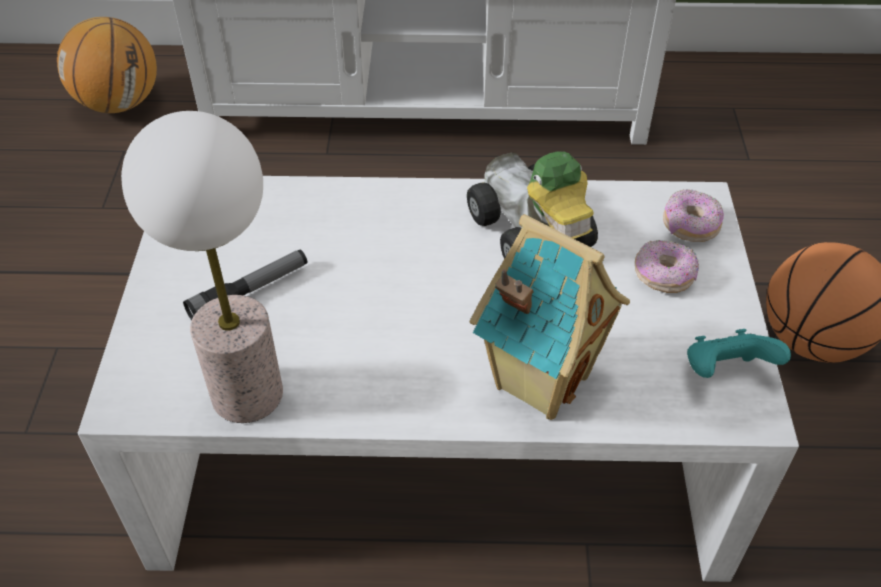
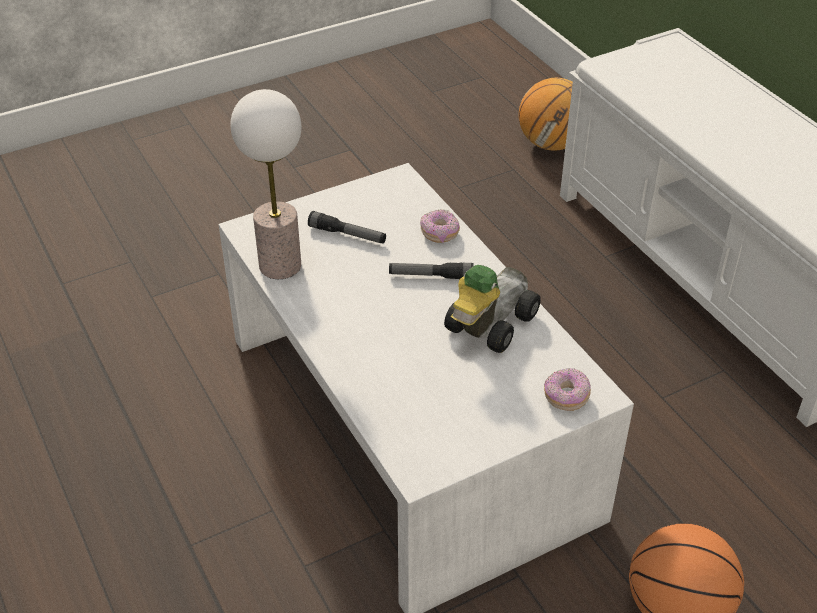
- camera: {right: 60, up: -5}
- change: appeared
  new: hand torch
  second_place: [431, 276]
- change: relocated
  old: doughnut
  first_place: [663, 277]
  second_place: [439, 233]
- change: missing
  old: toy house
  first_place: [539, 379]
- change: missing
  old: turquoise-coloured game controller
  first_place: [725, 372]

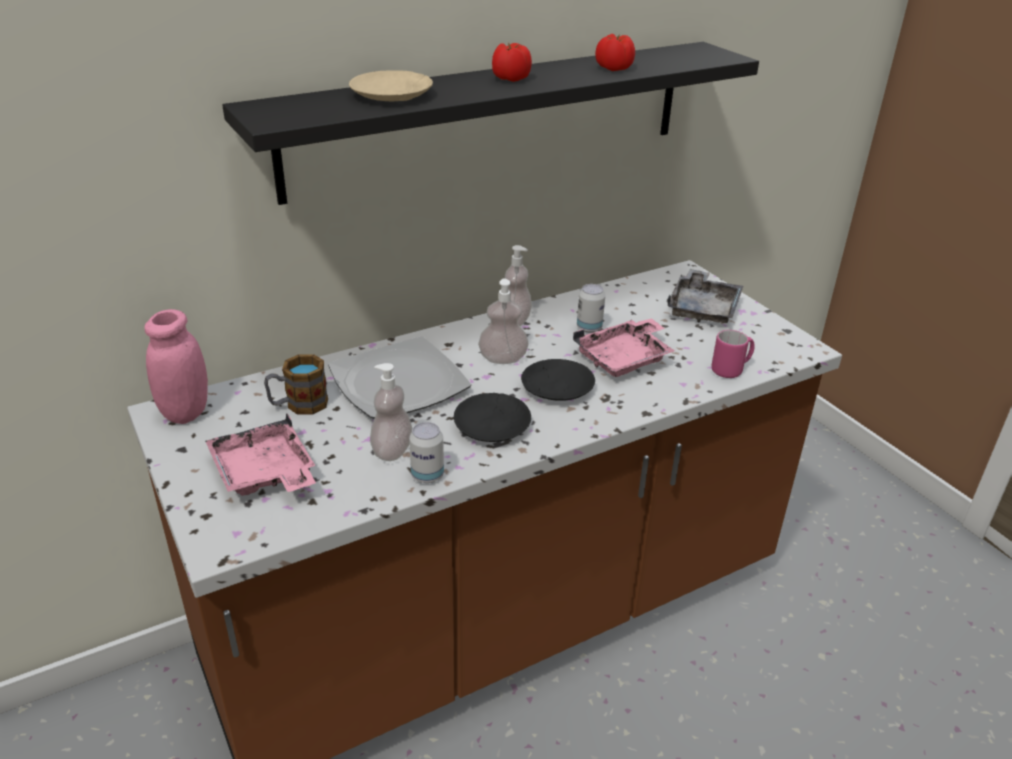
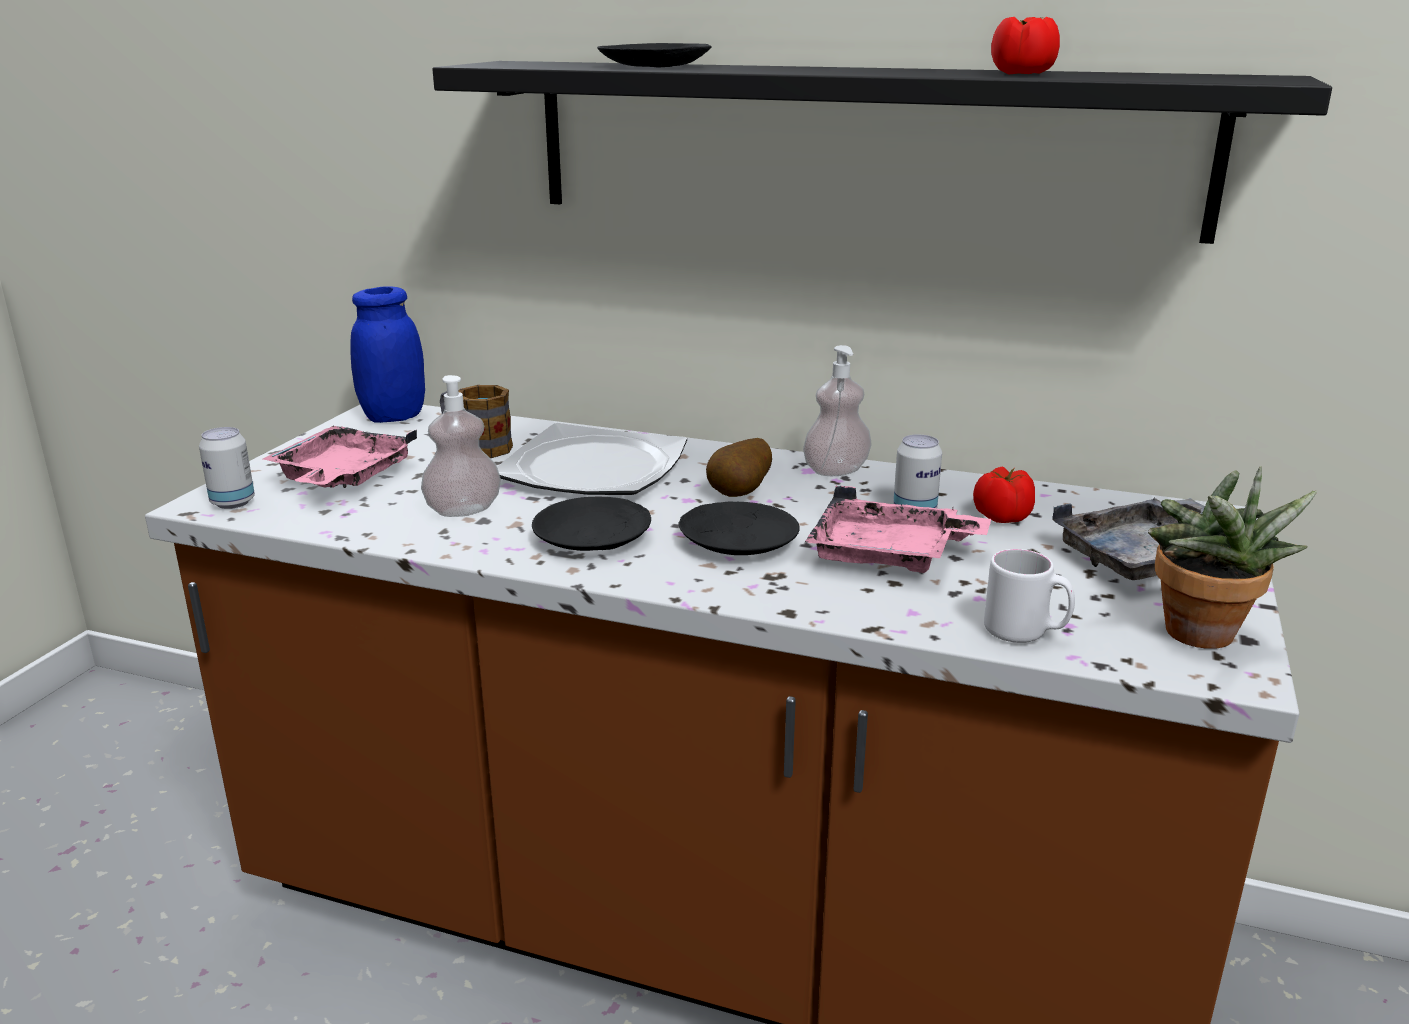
- camera: {right: 50, up: -10}
- change: relocated
  old: metal can
  first_place: [427, 475]
  second_place: [233, 502]
- change: colour
  old: pinkish preserve jar
  new: blue preserve jar
  first_place: [186, 412]
  second_place: [394, 416]
- change: colour
  old: beige-coloured plate
  new: black plate
  first_place: [392, 95]
  second_place: [655, 66]
- change: exchanged
  old: soap dispenser
  new: potato
  first_place: [503, 359]
  second_place: [741, 494]
- change: relocated
  old: fresh tomato
  first_place: [510, 79]
  second_place: [1001, 517]
- change: colour
  old: pinkish coffee mug
  new: whitish coffee mug
  first_place: [731, 370]
  second_place: [1025, 633]
- change: appeared
  new: plant in a pot
  second_place: [1202, 638]

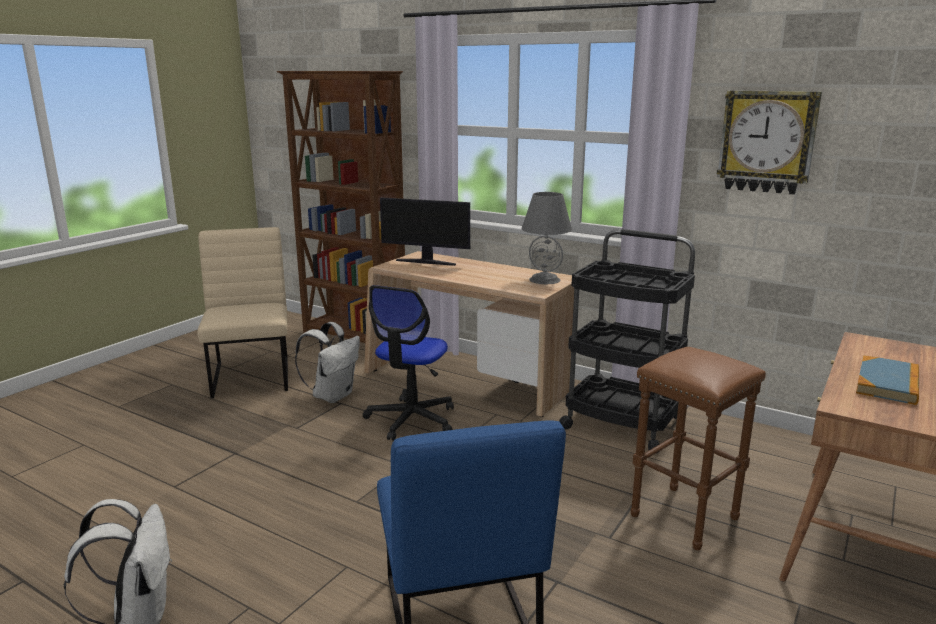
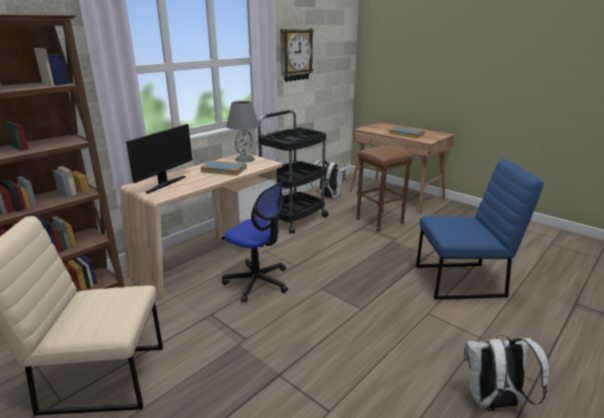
- camera: {right: -80, up: 5}
- change: appeared
  new: volume
  second_place: [224, 170]
- change: relocated
  old: whitish backpack
  first_place: [333, 395]
  second_place: [328, 197]

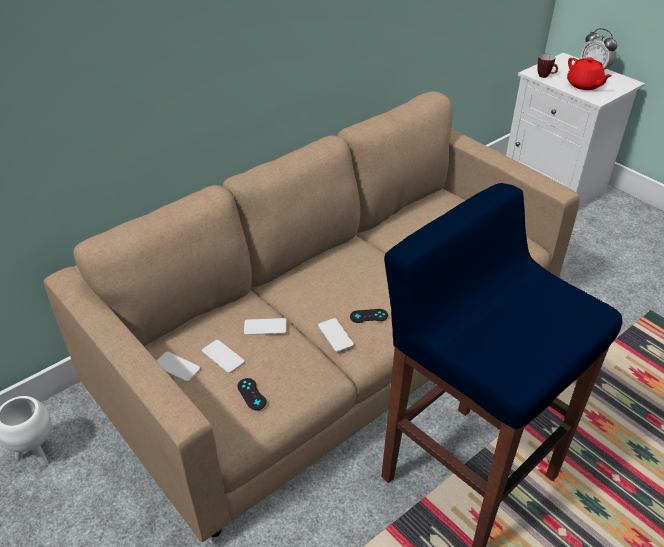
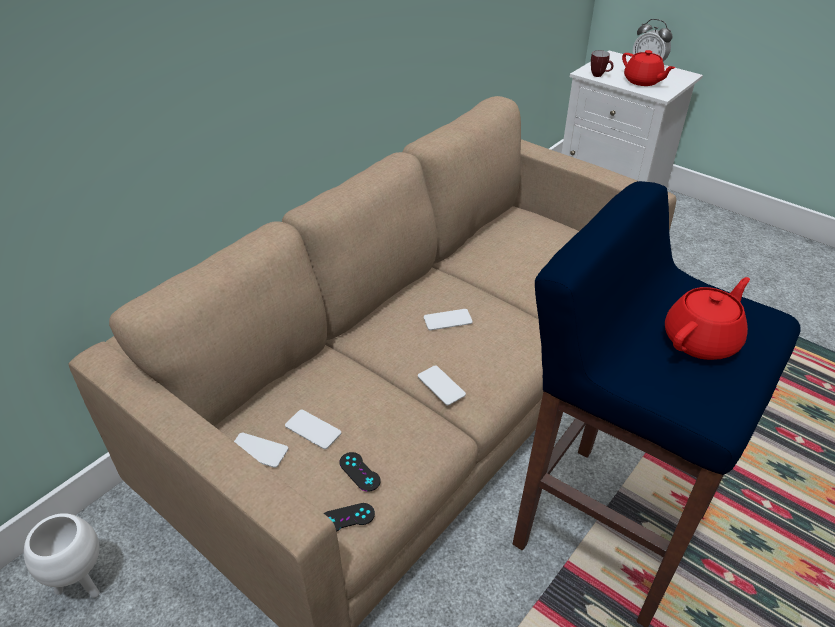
- camera: {right: -10, up: 0}
- change: relocated
  old: black game controller
  first_place: [369, 316]
  second_place: [347, 518]
- change: relocated
  old: phone
  first_place: [265, 327]
  second_place: [447, 320]
- change: appeared
  new: red pot for tea
  second_place: [702, 340]

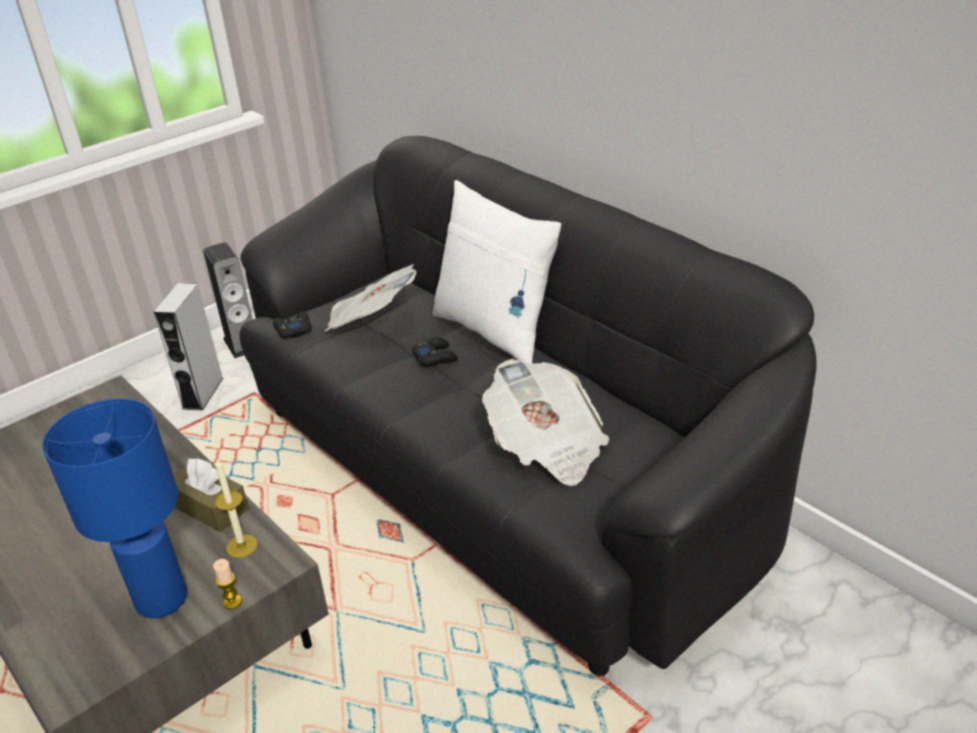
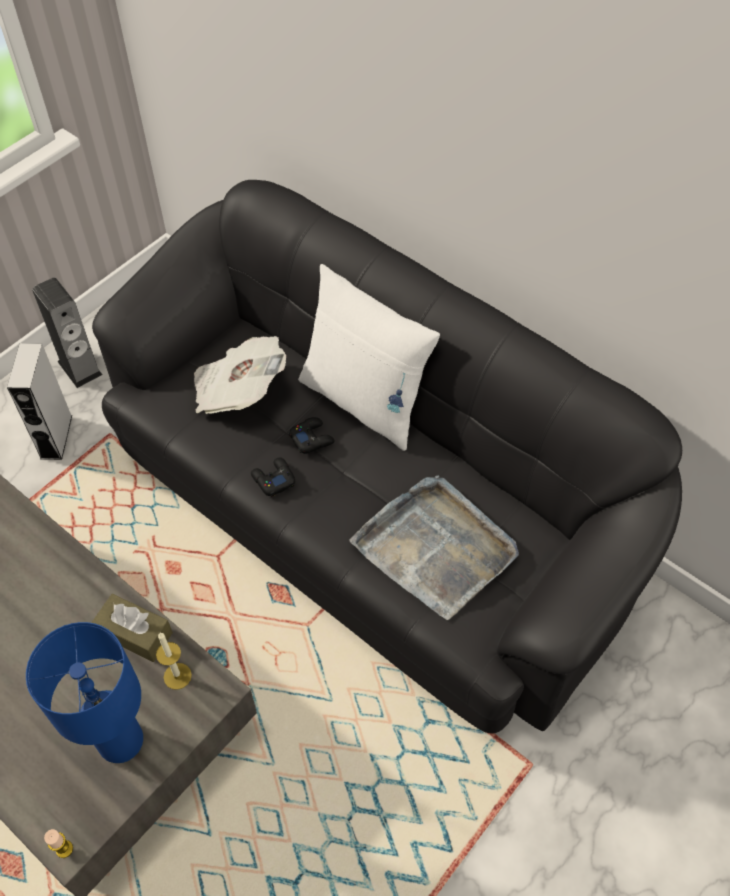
- camera: {right: -10, up: 20}
- change: relocated
  old: candle
  first_place: [232, 602]
  second_place: [64, 849]
- change: relocated
  old: black game controller
  first_place: [293, 330]
  second_place: [273, 479]
- change: exchanged
  old: newspaper
  new: grey tray
  first_place: [547, 446]
  second_place: [435, 548]

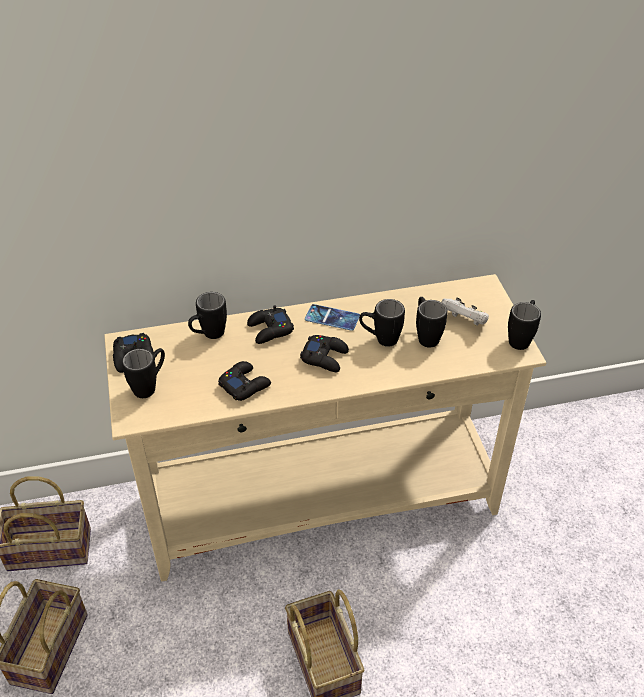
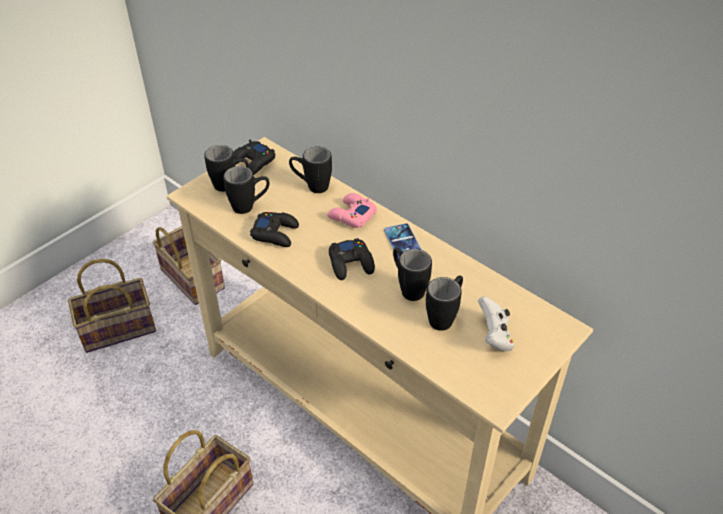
- camera: {right: 55, up: 0}
- change: relocated
  old: black coffee mug
  first_place: [521, 338]
  second_place: [250, 206]
- change: colour
  old: black game controller
  new: pinkish game controller
  first_place: [270, 330]
  second_place: [351, 215]

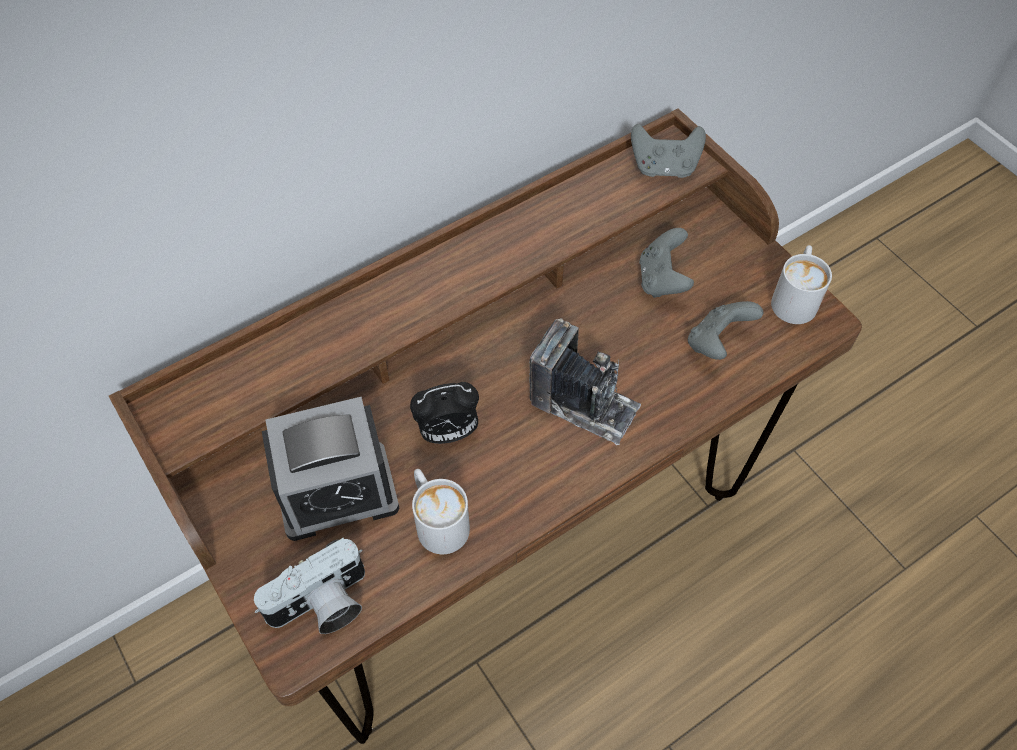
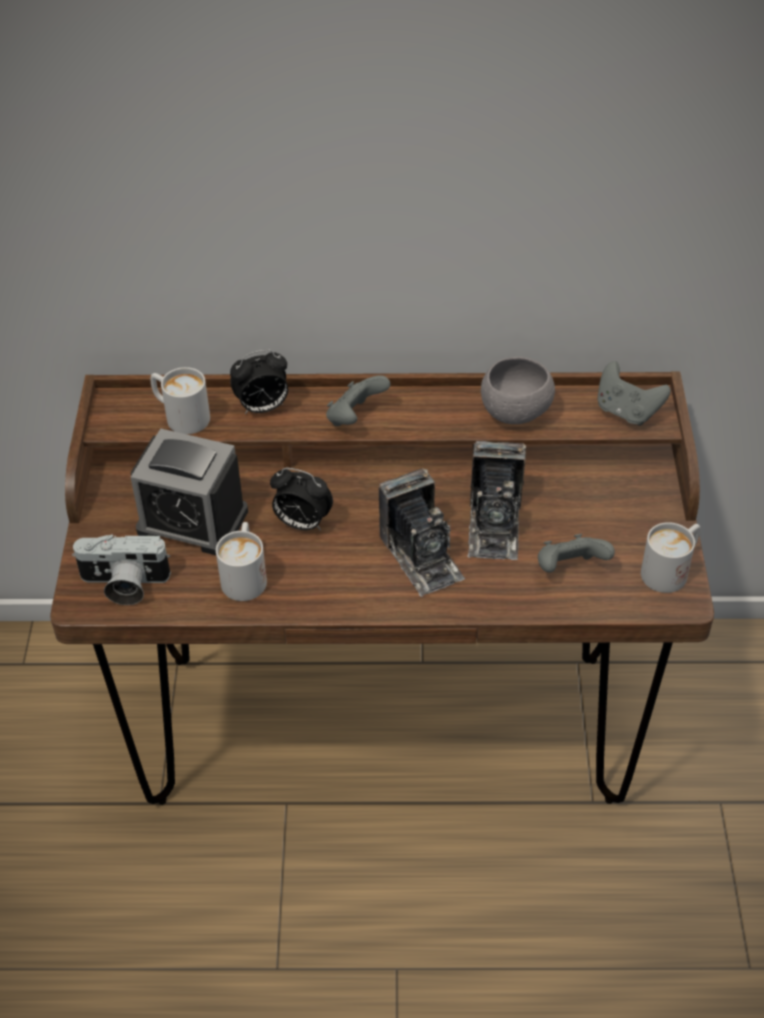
- camera: {right: 35, up: -10}
- change: appeared
  new: whitish coffee mug
  second_place: [180, 415]
- change: appeared
  new: table clock
  second_place: [262, 408]
- change: relocated
  old: grey game controller
  first_place: [662, 280]
  second_place: [355, 418]
- change: appeared
  new: still camera
  second_place: [494, 524]
- change: appeared
  new: grey serving bowl
  second_place: [515, 412]

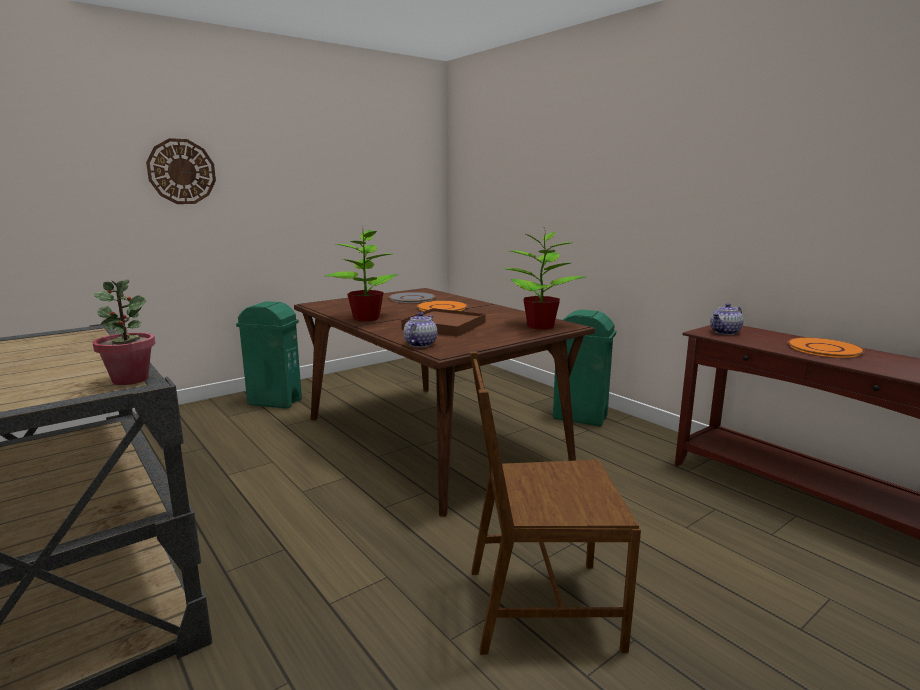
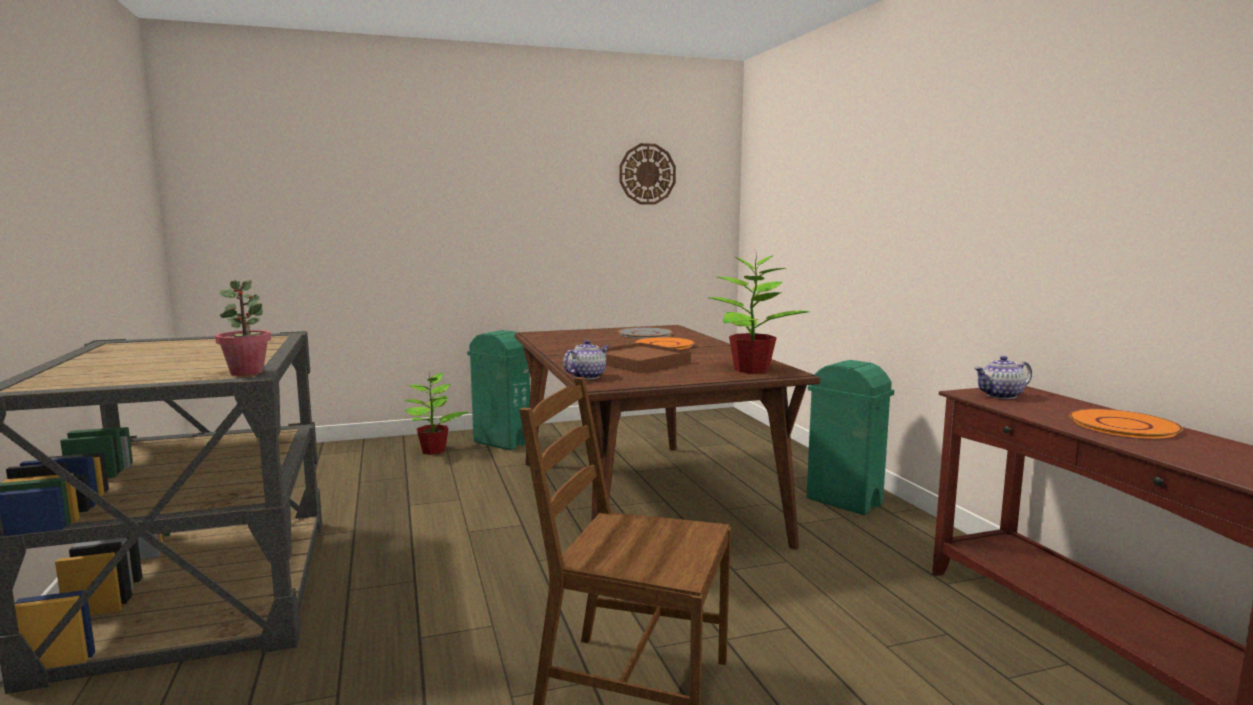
- camera: {right: 20, up: -5}
- change: relocated
  old: plant in a pot
  first_place: [366, 318]
  second_place: [433, 451]
- change: relocated
  old: clock on the wall
  first_place: [181, 171]
  second_place: [647, 174]

